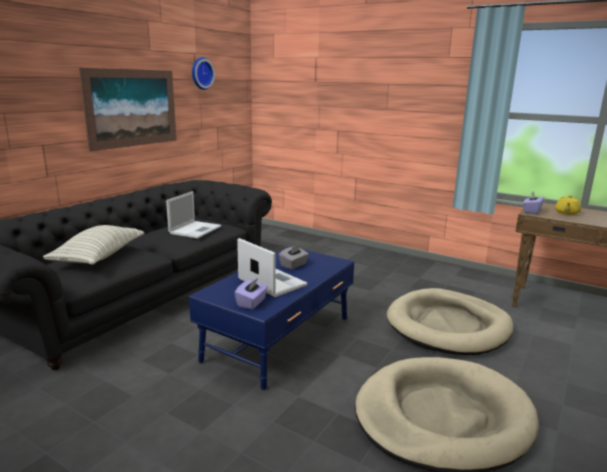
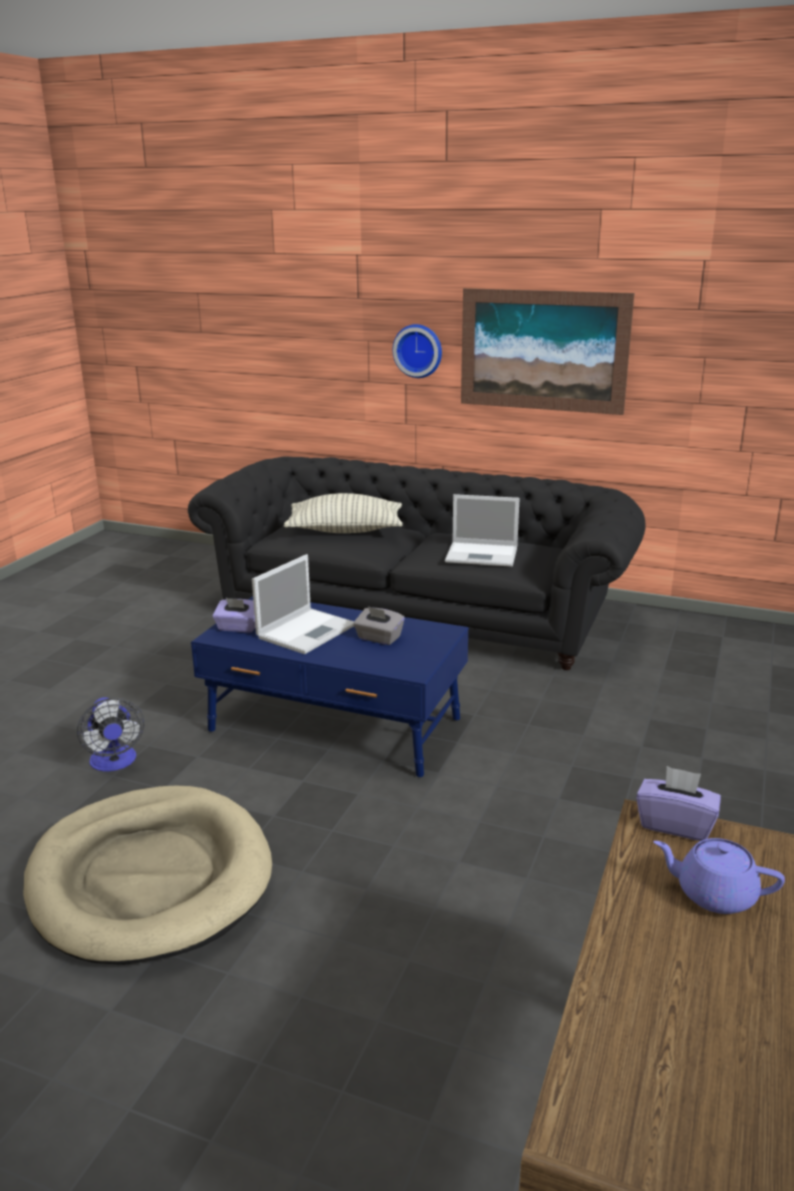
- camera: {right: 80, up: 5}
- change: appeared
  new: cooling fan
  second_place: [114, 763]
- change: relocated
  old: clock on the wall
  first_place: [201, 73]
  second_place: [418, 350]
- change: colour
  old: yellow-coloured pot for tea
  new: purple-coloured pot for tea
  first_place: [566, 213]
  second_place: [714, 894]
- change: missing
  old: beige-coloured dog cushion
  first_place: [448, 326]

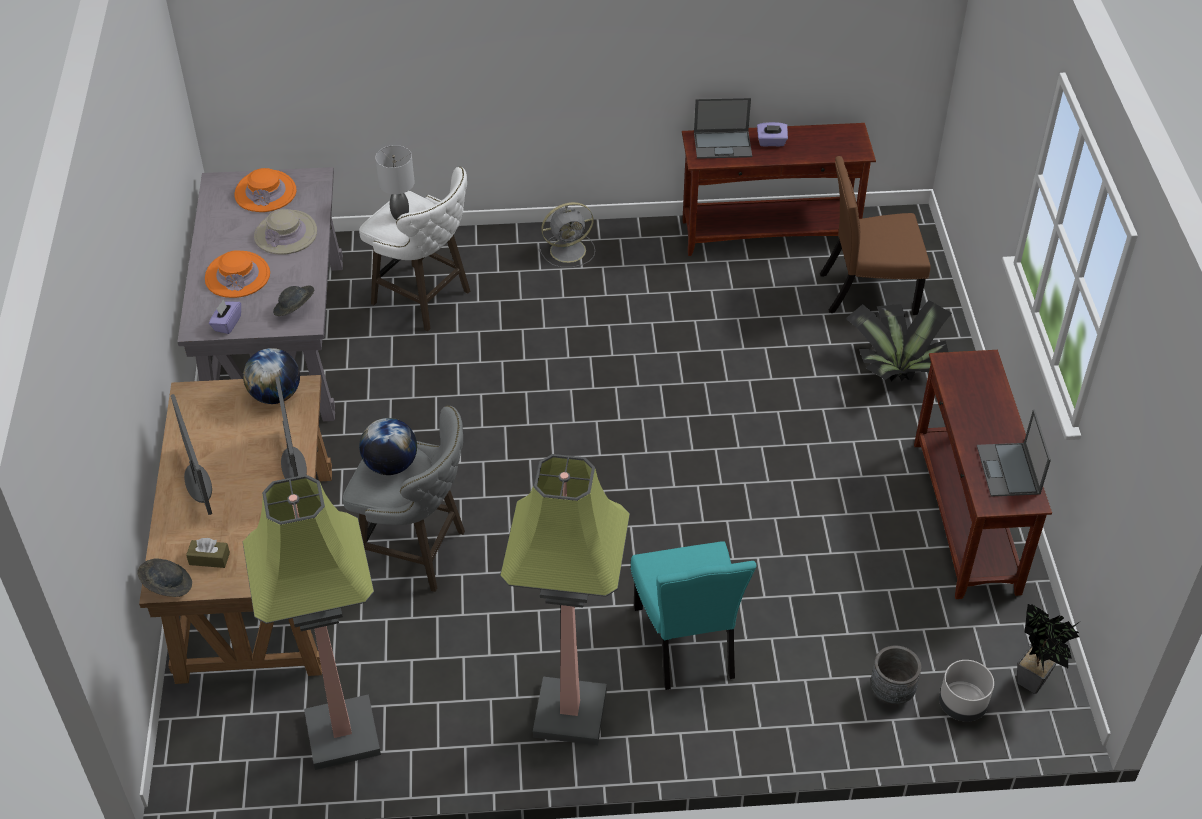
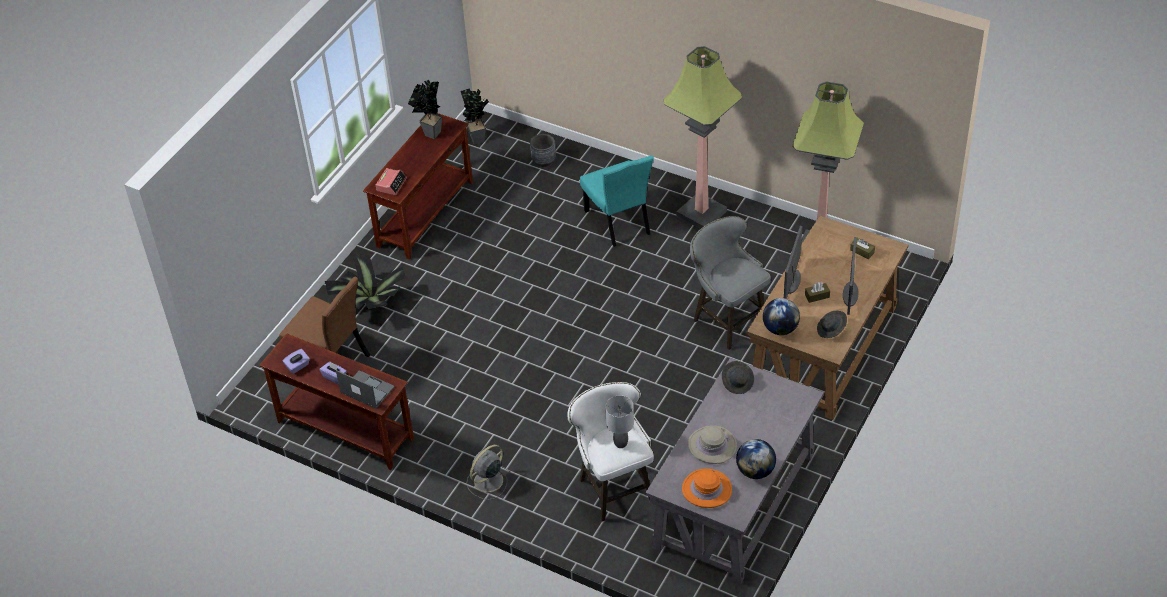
- camera: {right: -145, up: 0}
- change: relocated
  old: purple-coloured tissue box
  first_place: [227, 324]
  second_place: [298, 366]
- change: appeared
  new: table clock
  second_place: [391, 184]
- change: exchanged
  old: laptop
  new: plant in a pot
  first_place: [1008, 471]
  second_place: [430, 134]
- change: spun
  old: grey cooling fan
  first_place: [569, 250]
  second_place: [487, 481]
  degrees: -60
- change: spun
  old: turquoise-coloured upright chair
  first_place: [687, 638]
  second_place: [618, 220]
  degrees: 135
- change: relocated
  old: world globe
  first_place: [391, 465]
  second_place: [755, 471]
- change: appeared
  new: brownish tissue box
  second_place: [817, 296]
- change: relocated
  old: grey wearable hat
  first_place: [167, 585]
  second_place: [831, 330]
- change: missing
  old: orange-coloured wearable hat
  first_place: [237, 276]
- change: missing
  old: grey flower pot
  first_place: [961, 704]

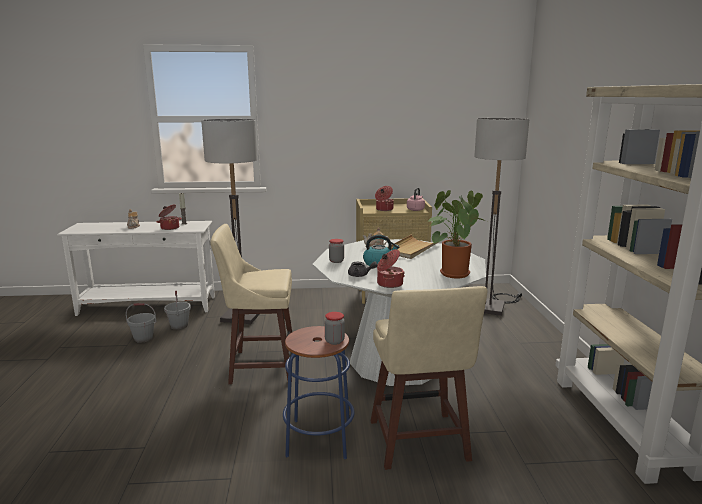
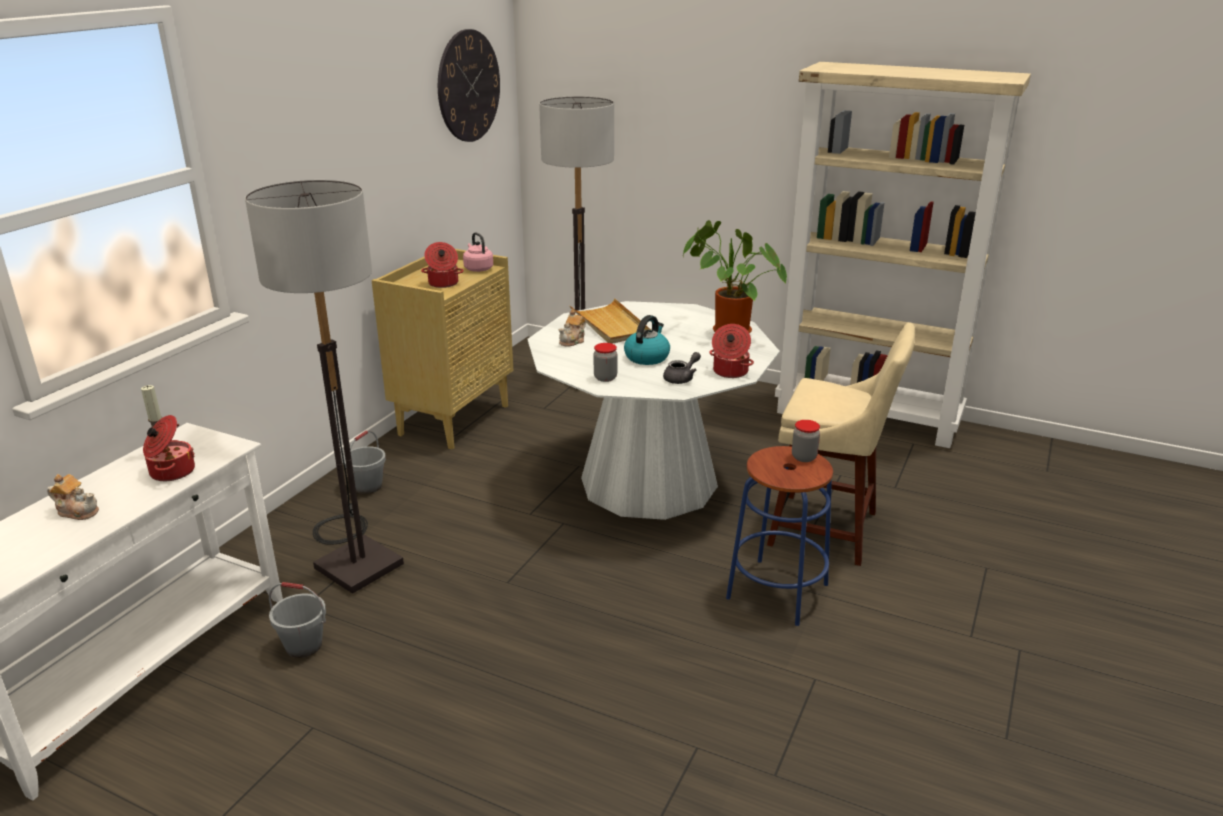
- camera: {right: -60, up: 10}
- change: relocated
  old: grey bucket
  first_place: [143, 338]
  second_place: [367, 486]
- change: appeared
  new: clock on the wall
  second_place: [468, 86]
- change: missing
  old: beige-coloured upright chair
  first_place: [259, 365]

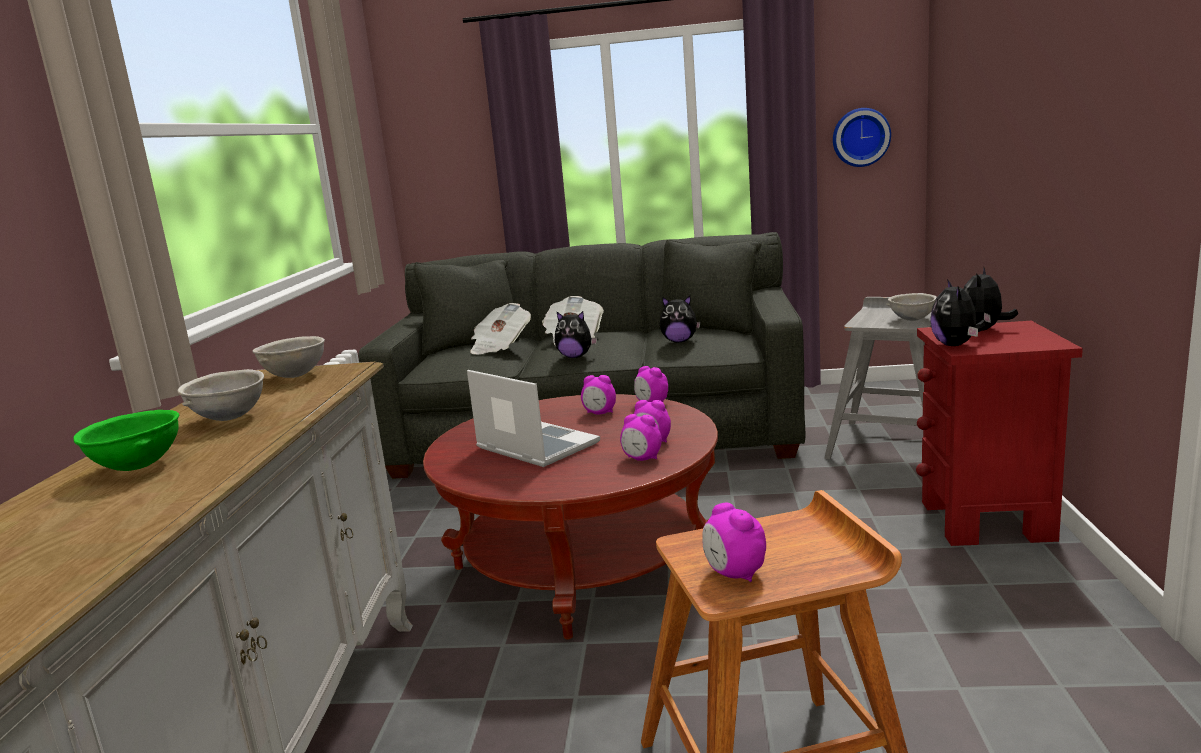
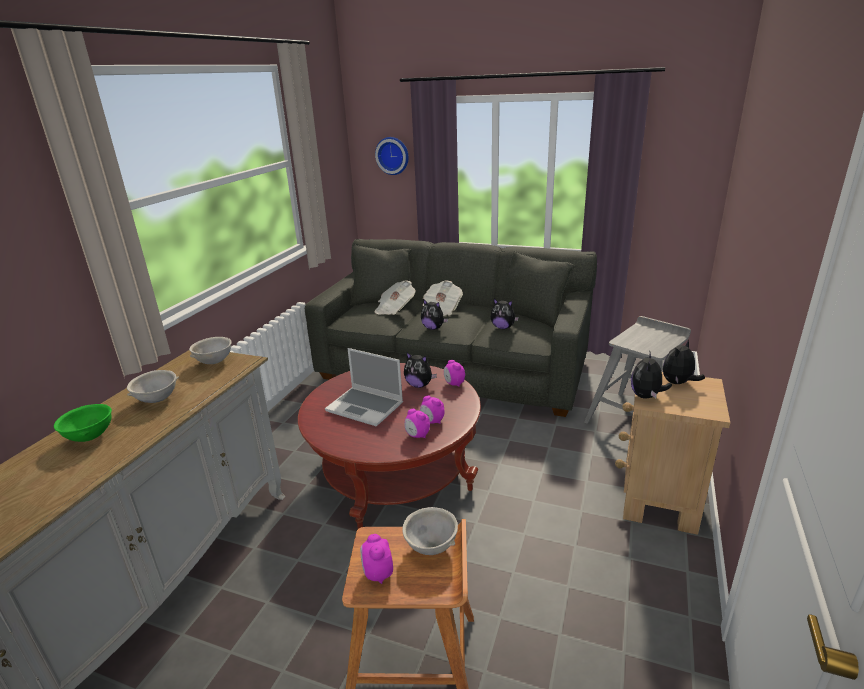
- camera: {right: 15, up: 10}
- change: spun
  old: laptop
  first_place: [535, 446]
  second_place: [366, 407]
  degrees: 150
- change: relocated
  old: clock on the wall
  first_place: [860, 137]
  second_place: [393, 155]
- change: relocated
  old: grey serving bowl
  first_place: [912, 320]
  second_place: [431, 547]
- change: exchanged
  old: table clock
  new: soft toy
  first_place: [599, 413]
  second_place: [419, 385]
- change: colour
  old: red night table
  new: beige-coloured night table
  first_place: [984, 521]
  second_place: [658, 503]

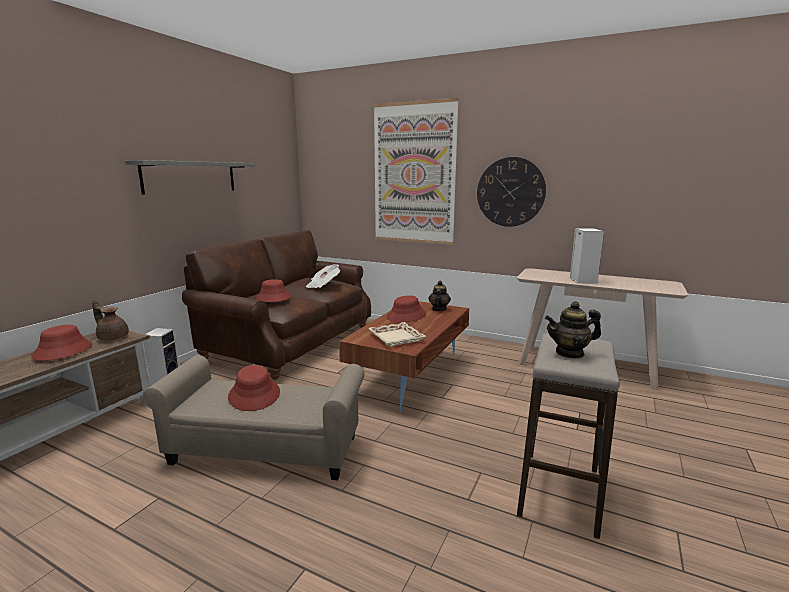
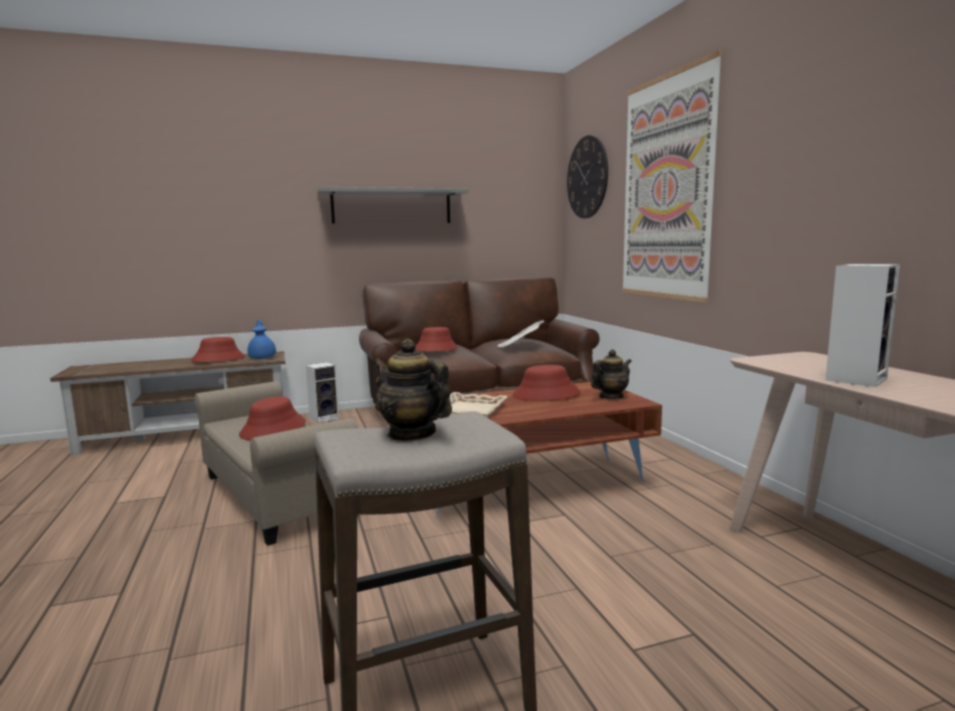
- camera: {right: 45, up: -5}
- change: colour
  old: brownish pot for tea
  new: blue pot for tea
  first_place: [112, 337]
  second_place: [263, 357]
- change: relocated
  old: clock on the wall
  first_place: [510, 192]
  second_place: [587, 177]

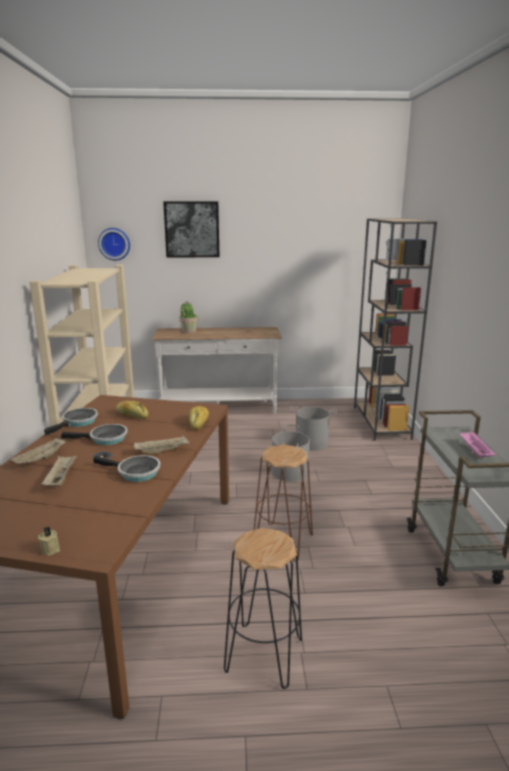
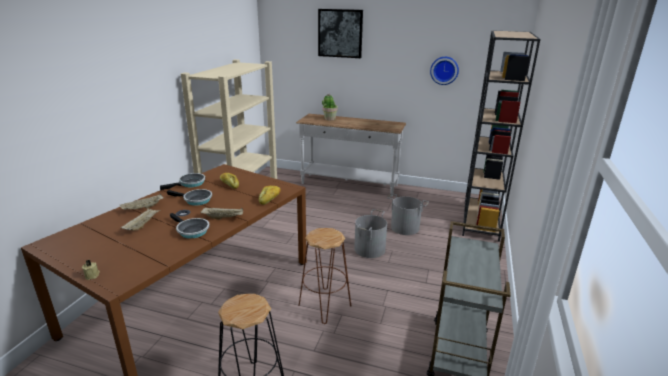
- camera: {right: 20, up: 5}
- change: relocated
  old: clock on the wall
  first_place: [114, 244]
  second_place: [444, 70]
- change: missing
  old: pinkish tray
  first_place: [474, 451]

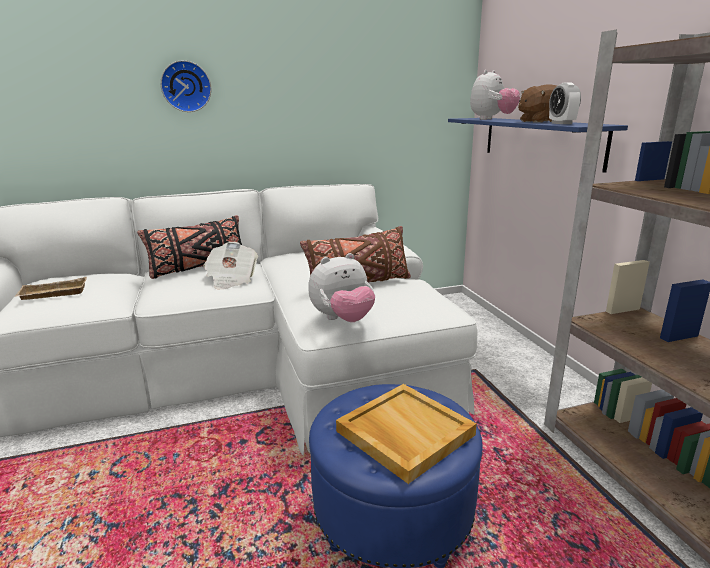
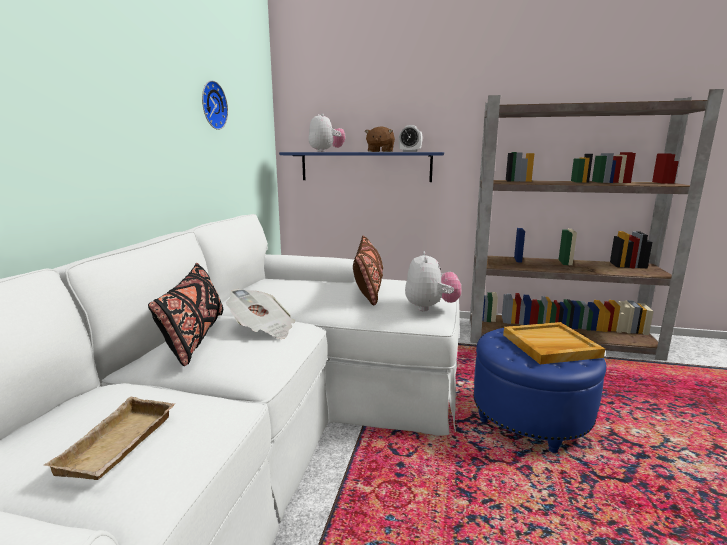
- camera: {right: -60, up: -5}
- change: relocated
  old: clock on the wall
  first_place: [186, 86]
  second_place: [212, 105]

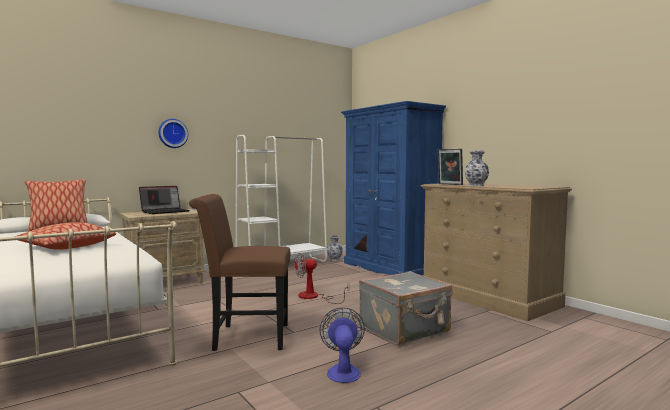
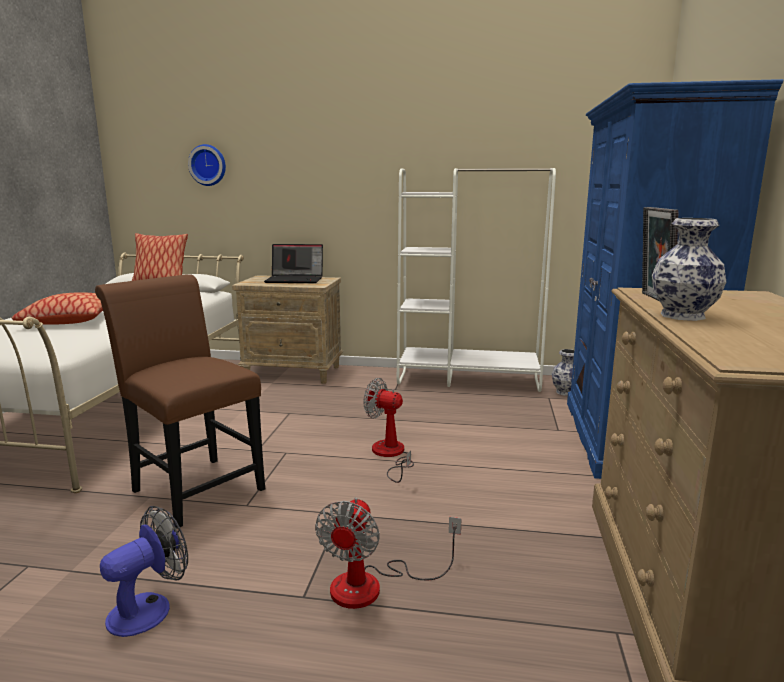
- camera: {right: 45, up: 10}
- change: relocated
  old: clock on the wall
  first_place: [172, 133]
  second_place: [208, 165]
- change: exchanged
  old: grey piece of luggage
  new: cooling fan
  first_place: [405, 330]
  second_place: [373, 585]

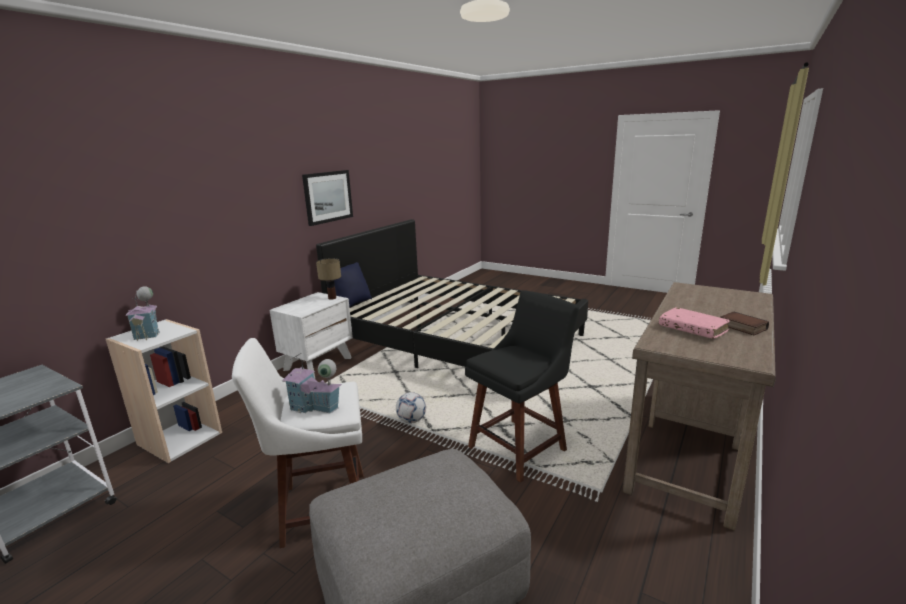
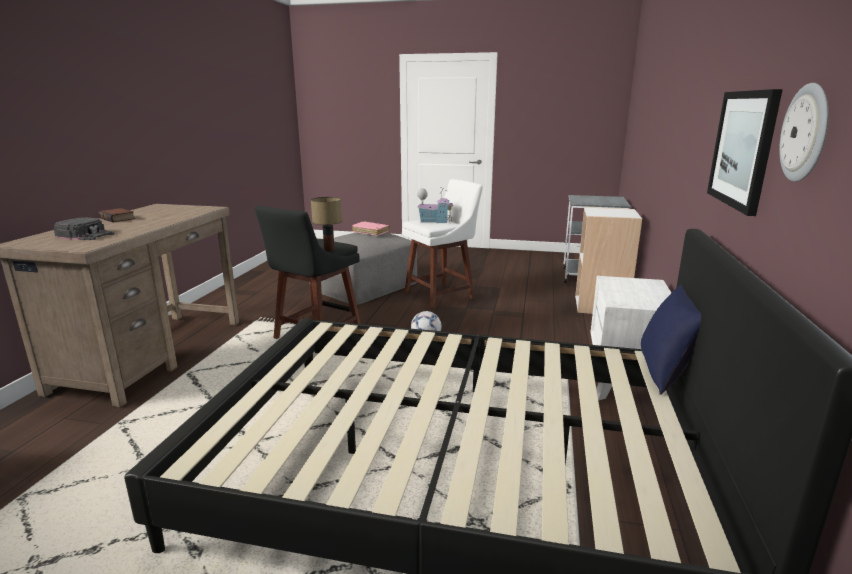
- camera: {right: 160, up: 0}
- change: appeared
  new: black cap
  second_place: [86, 235]
- change: relocated
  old: table lamp
  first_place: [332, 298]
  second_place: [328, 249]
- change: relocated
  old: pinkish volume
  first_place: [692, 329]
  second_place: [370, 232]
- change: appeared
  new: clock on the wall
  second_place: [806, 133]
- change: missing
  old: toy house
  first_place: [149, 332]

